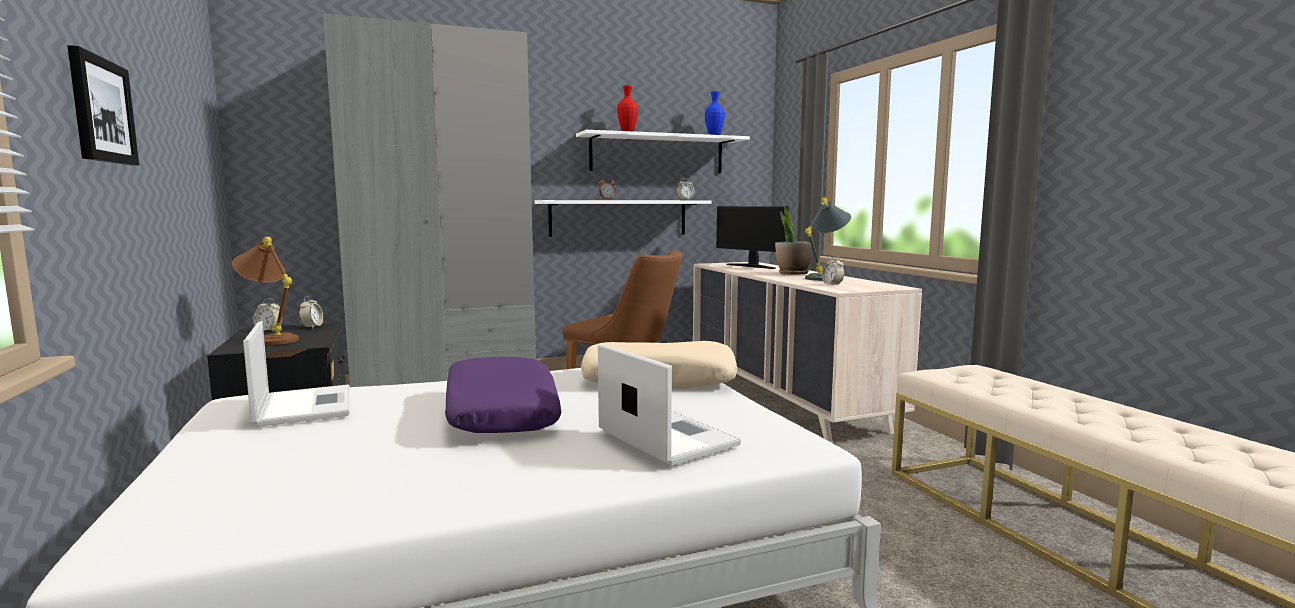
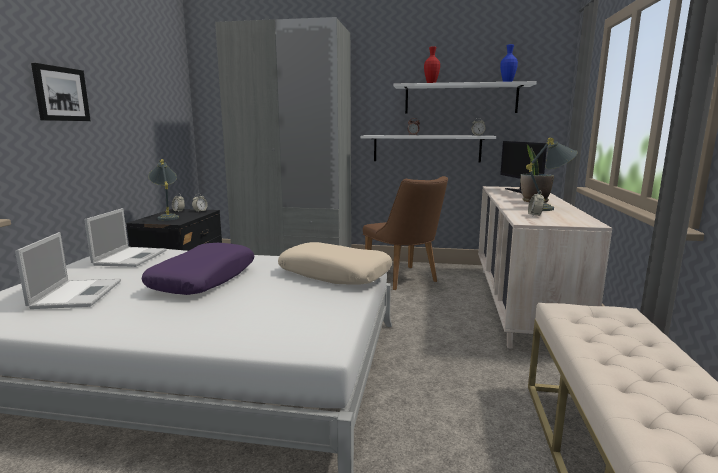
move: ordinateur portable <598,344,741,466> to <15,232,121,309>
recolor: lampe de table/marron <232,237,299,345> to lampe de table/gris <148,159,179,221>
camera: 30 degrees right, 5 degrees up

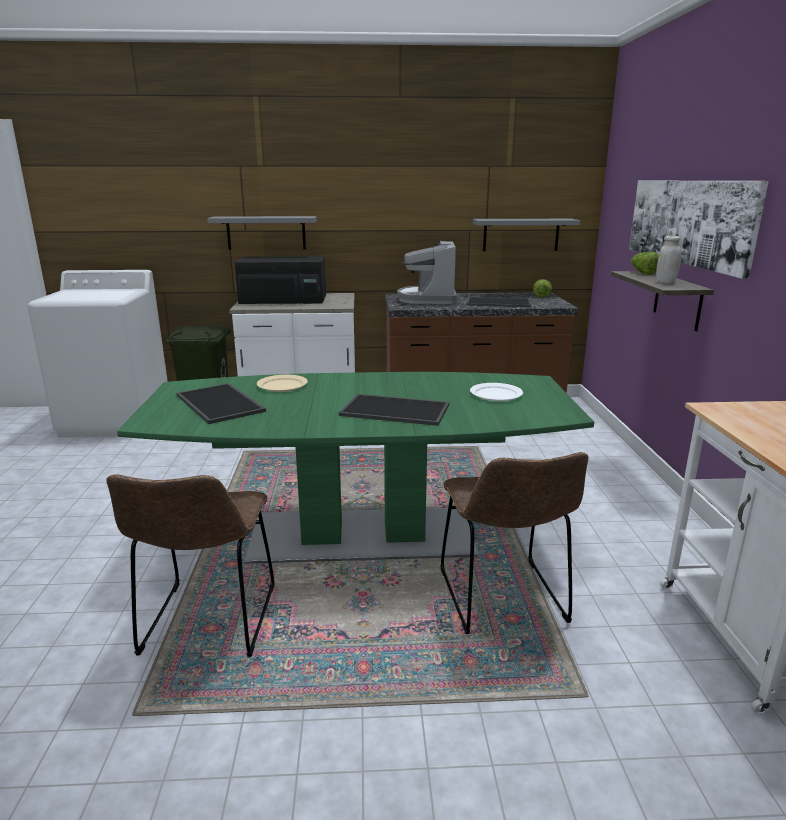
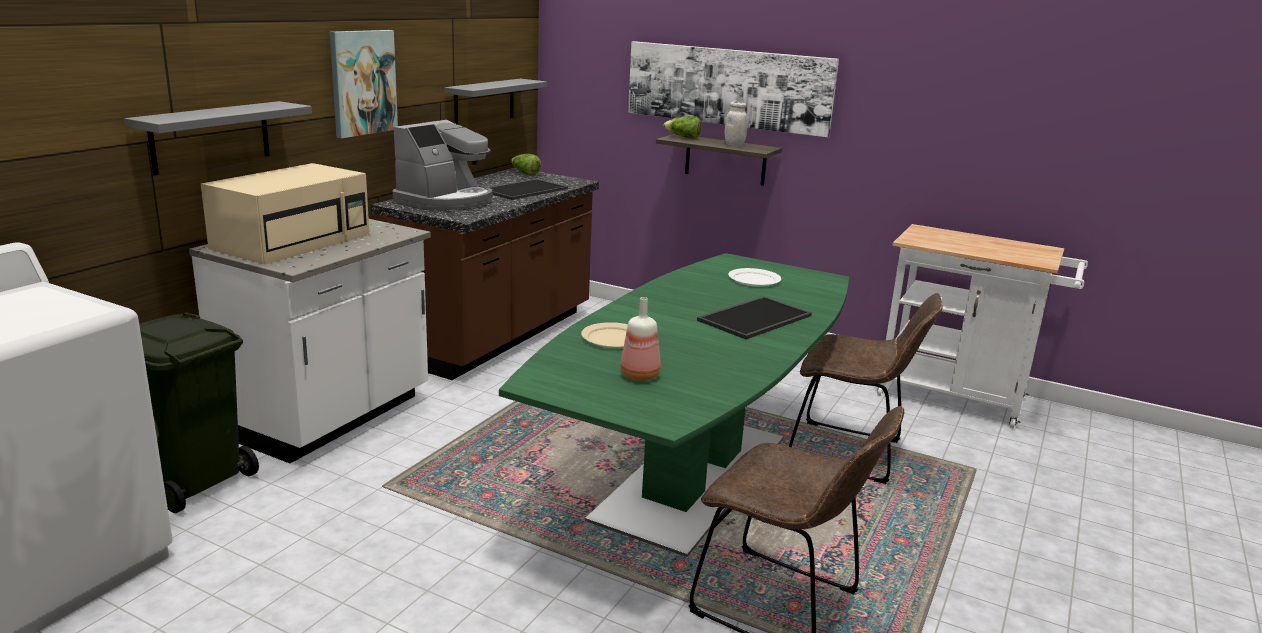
insert: tableau <330,30,398,138>
replace: plateau <177,383,266,424> to bouteille <620,297,661,381>
recolor: micro-ondes/noir <235,256,326,304> to micro-ondes/beige <201,163,369,265>
rotate: machine à café <397,240,457,304> = <393,120,493,210> 90 degrees counterclockwise
camera: 60 degrees left, 0 degrees up

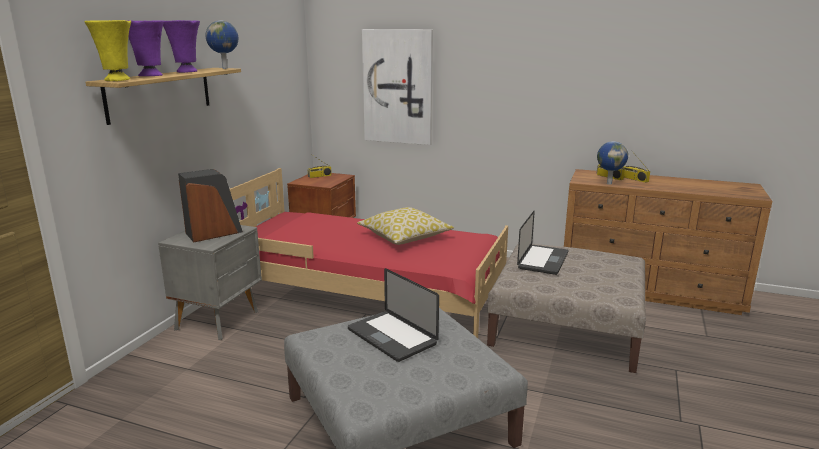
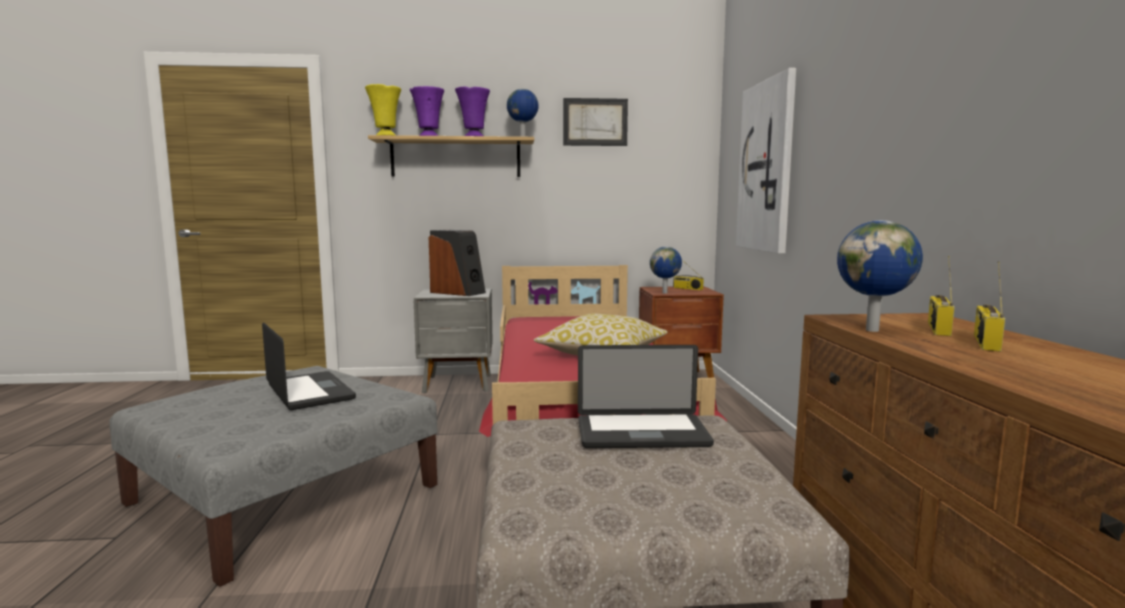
insert: tableau <563,98,628,146>; globe <650,246,682,294>
rotate: ordinateur portable <348,268,439,362> = <262,322,356,410> 120 degrees clockwise
camera: 65 degrees right, 10 degrees down

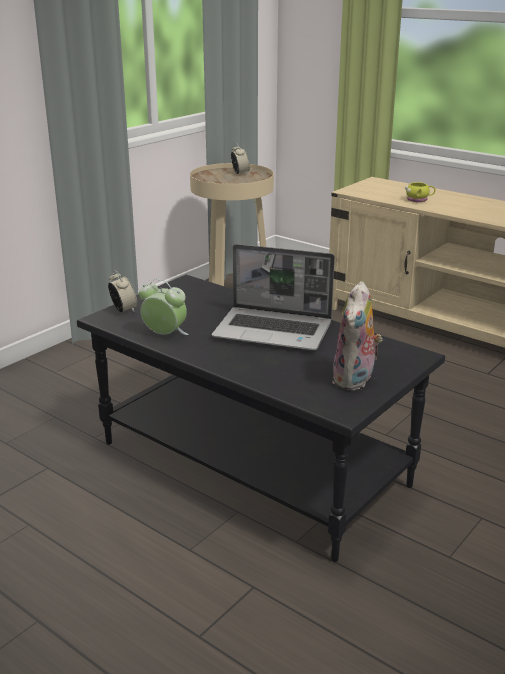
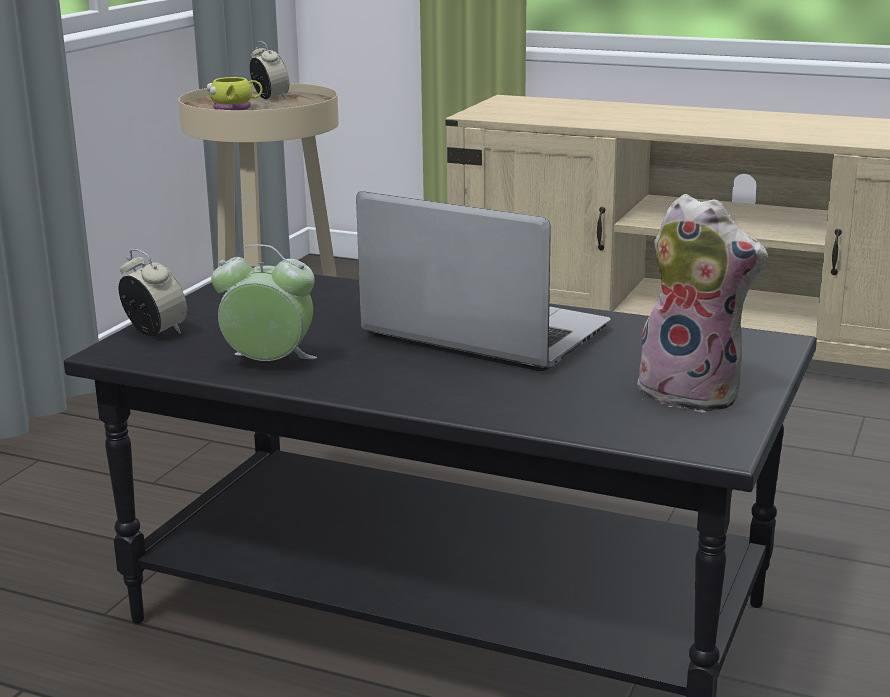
move: mug/jaune <405,182,436,202> to <206,77,263,110>
rotate: ordinateur portable <212,244,335,350> = <356,191,610,371> 150 degrees counterclockwise; peluche <333,281,382,391> = <633,194,767,413> 60 degrees counterclockwise
camera: 15 degrees left, 5 degrees down

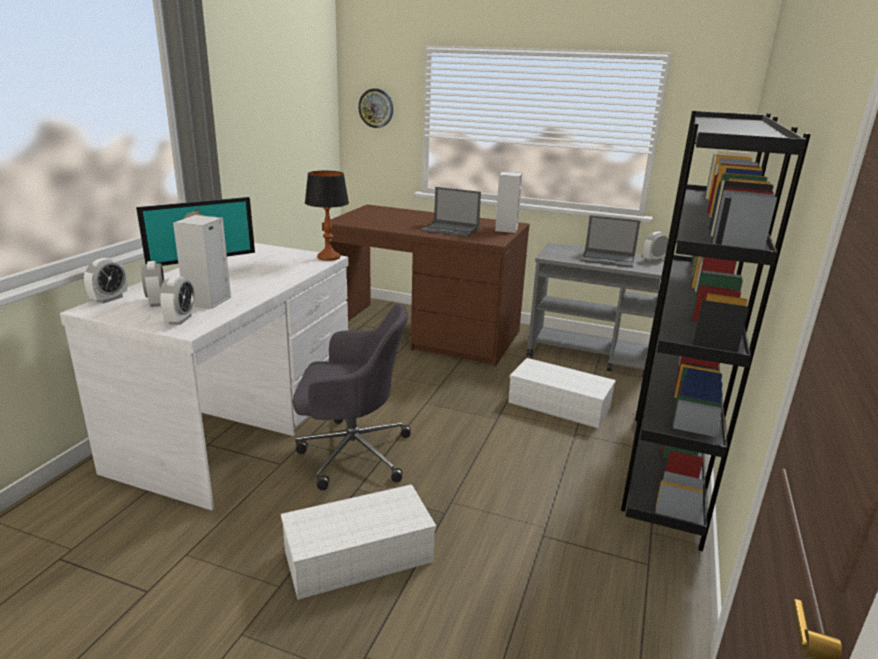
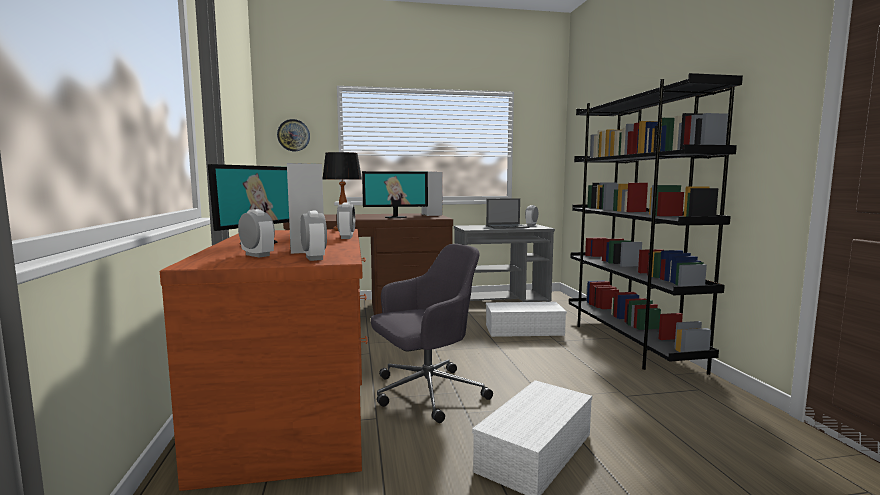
move: réveil <84,258,127,304> to <337,202,355,239>
replace: ordinateur portable <421,187,481,237> to écran d'ordinateur <362,171,428,218>
recolor: bureau/blanc <60,243,349,510> to bureau/marron <160,229,368,491>
camera: 30 degrees left, 15 degrees down

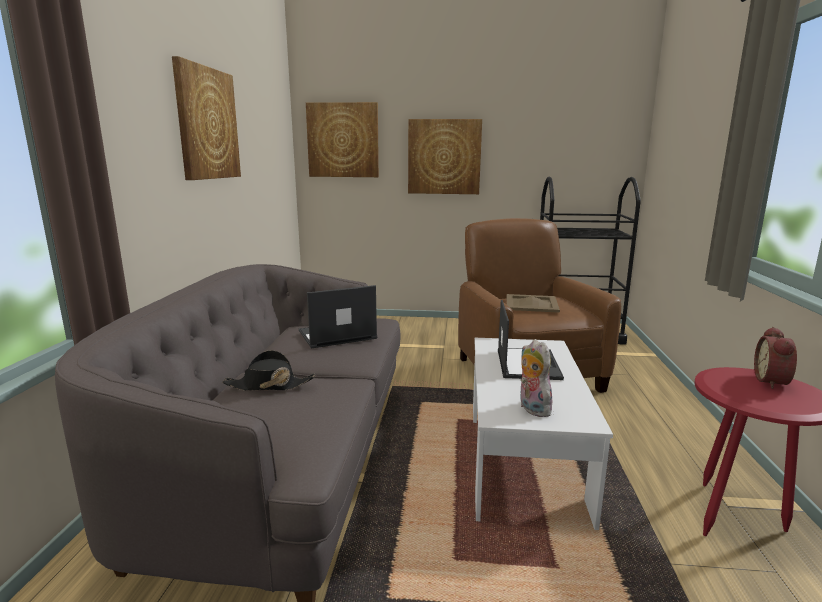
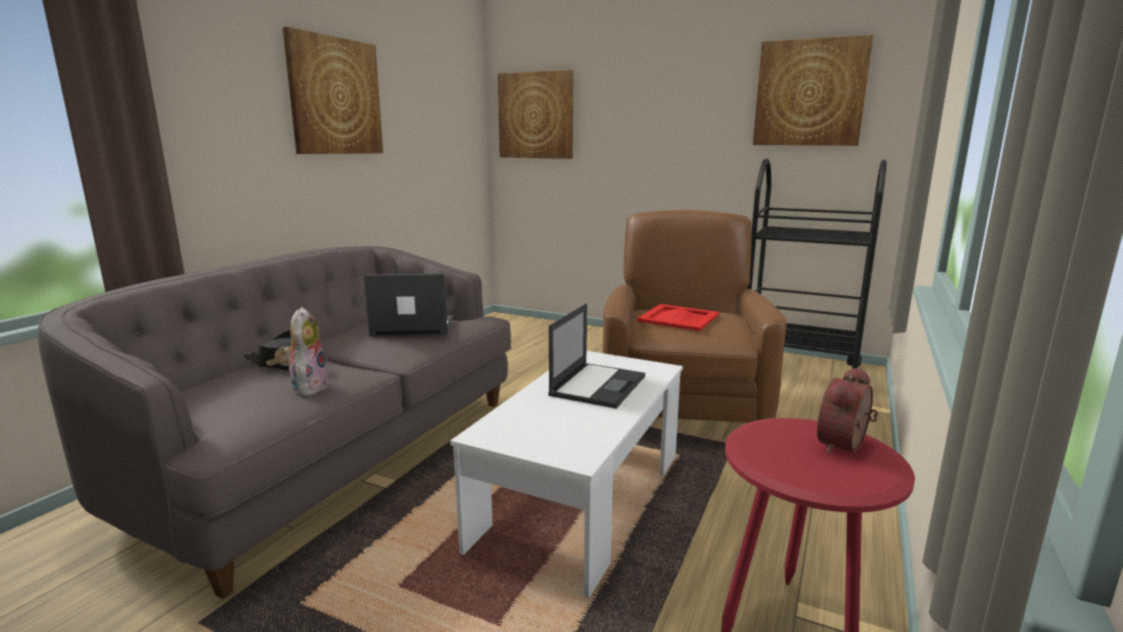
move: peluche <520,339,555,417> to <284,307,329,396>; tableau <408,119,482,194> to <753,35,874,146>
recolor: plateau/beige <507,294,560,313> to plateau/rouge <637,304,719,331>
camera: 20 degrees right, 0 degrees up

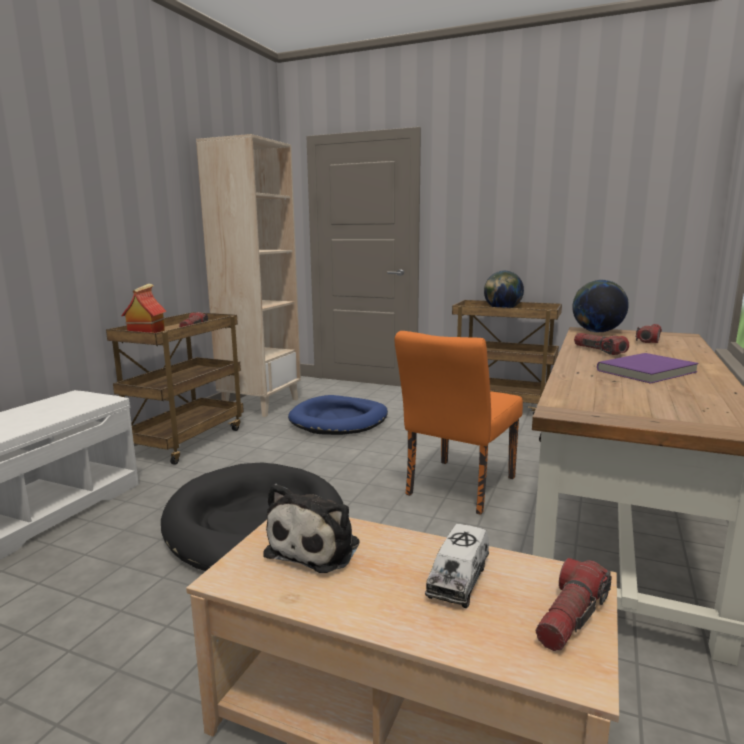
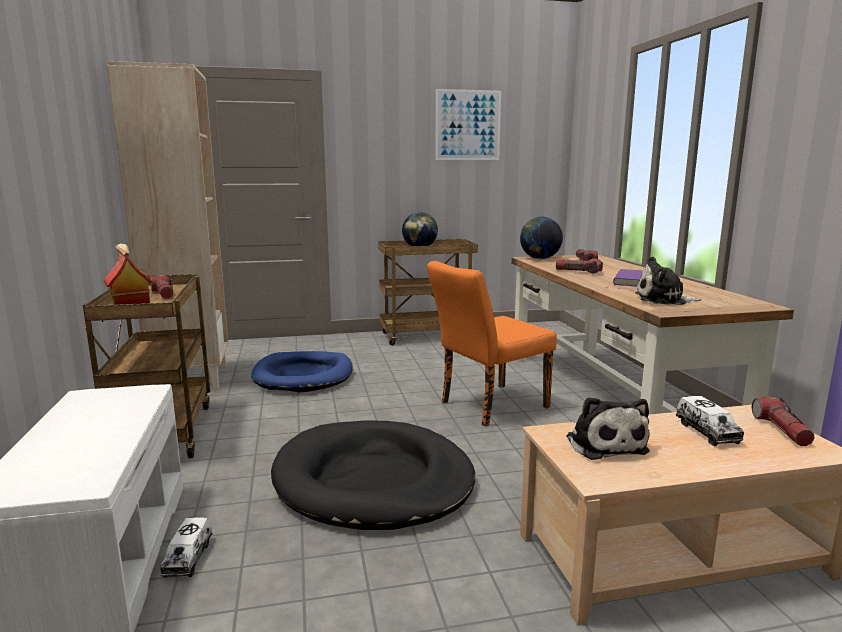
insert: camion jouet <160,517,212,578>; tableau <435,89,501,160>; peluche <635,257,701,305>
rotate: chaise/orange <395,331,523,515> = <427,261,557,426> 60 degrees clockwise
camera: 35 degrees left, 0 degrees up

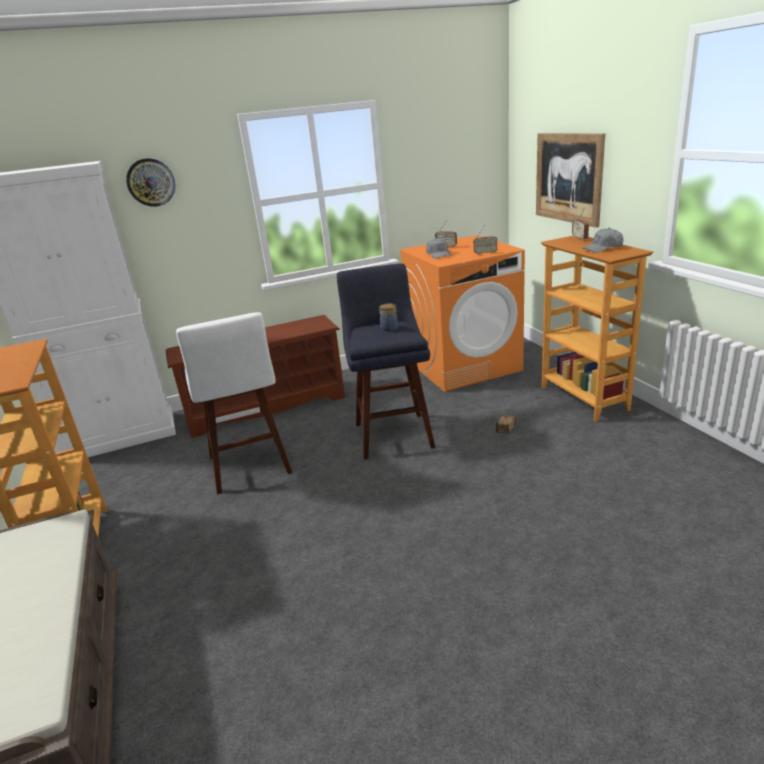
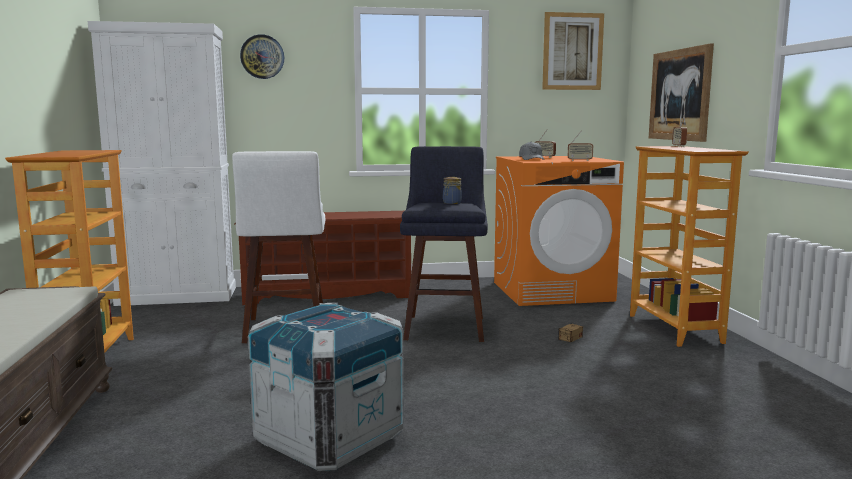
delete: casquette/gris <582,228,623,253>
insert: caisse <248,303,404,471>; tableau <542,12,604,90>
camera: 10 degrees right, 15 degrees down

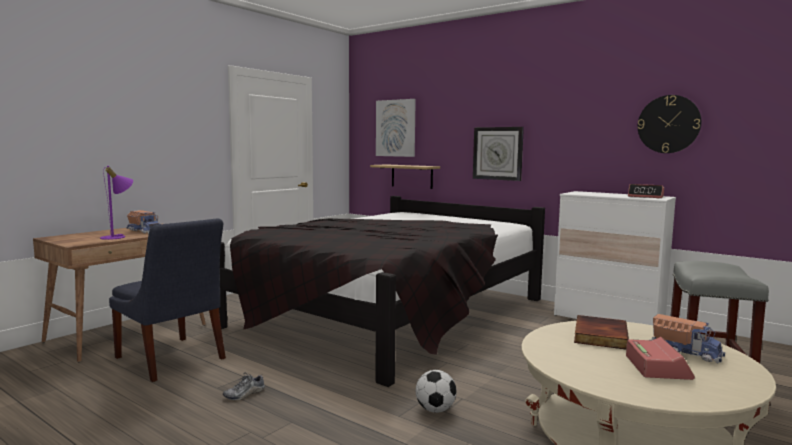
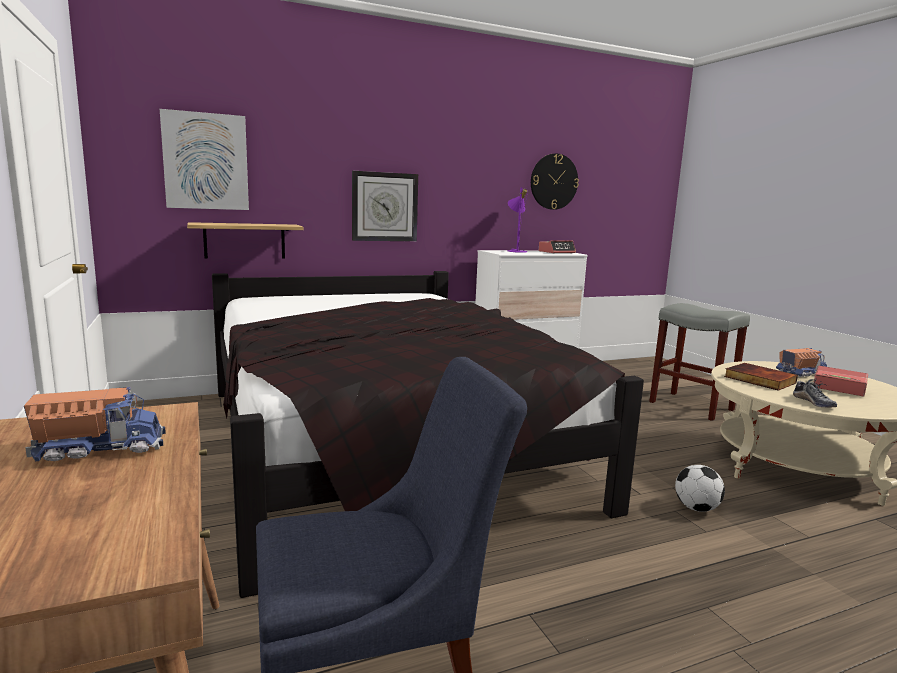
move: lampe de table/violet <100,166,133,240> to <508,188,528,253>; chaussure <223,372,265,400> to <793,378,837,407>
camera: 60 degrees left, 5 degrees up

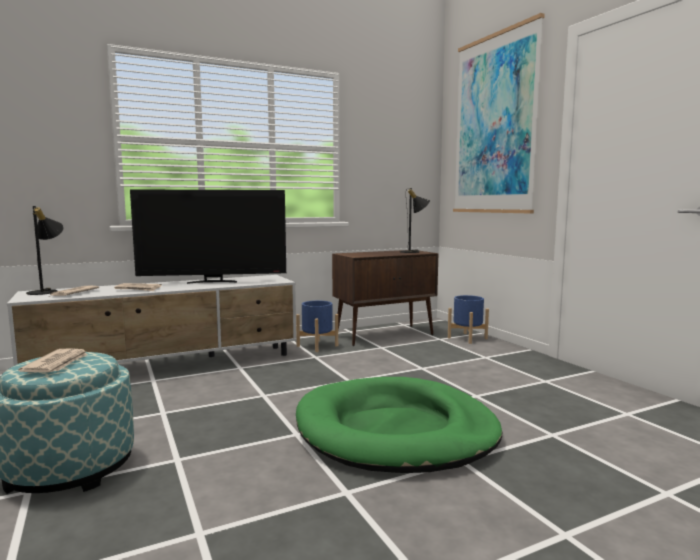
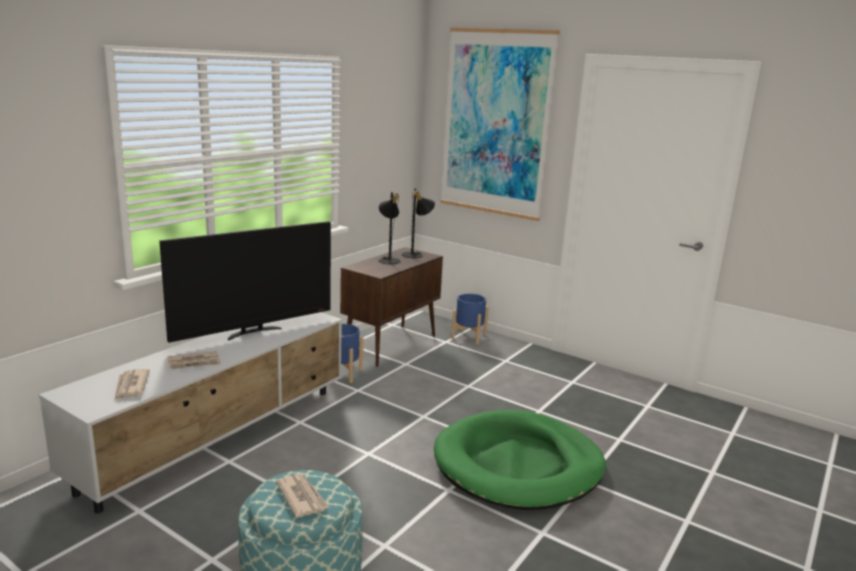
move: lampe de table/noir <26,206,64,295> to <379,192,401,265>
camera: 30 degrees left, 10 degrees up

